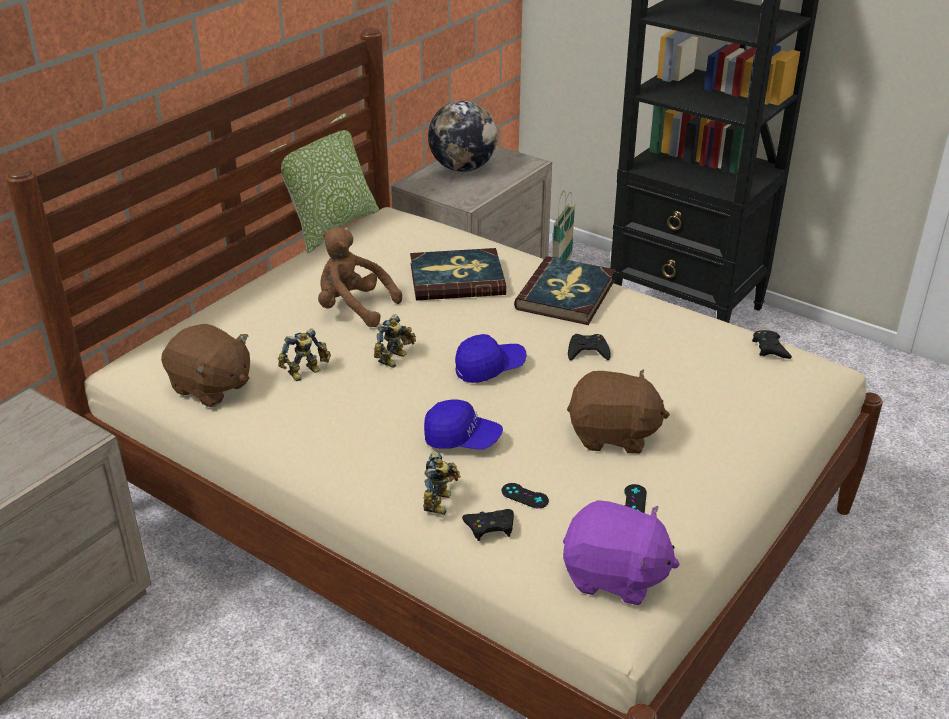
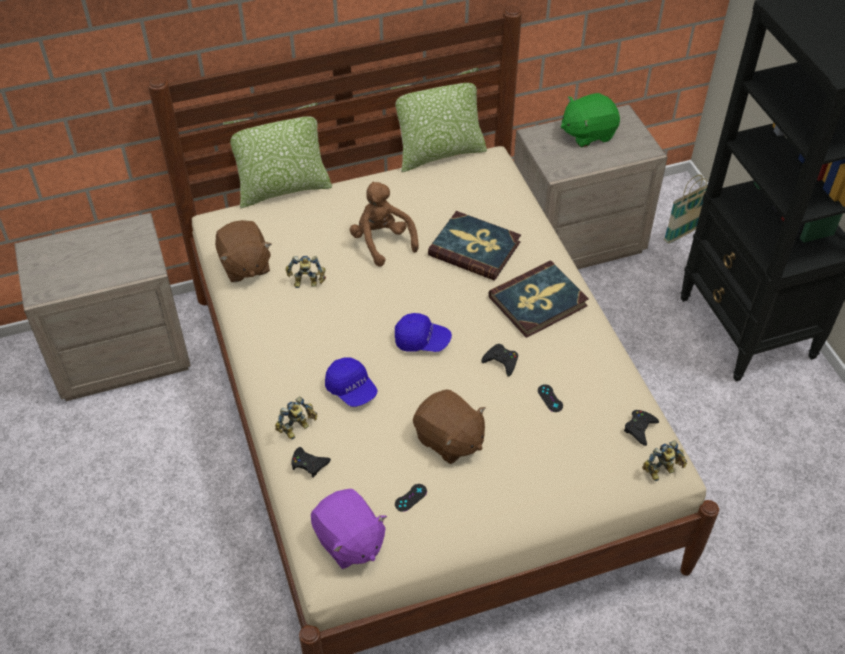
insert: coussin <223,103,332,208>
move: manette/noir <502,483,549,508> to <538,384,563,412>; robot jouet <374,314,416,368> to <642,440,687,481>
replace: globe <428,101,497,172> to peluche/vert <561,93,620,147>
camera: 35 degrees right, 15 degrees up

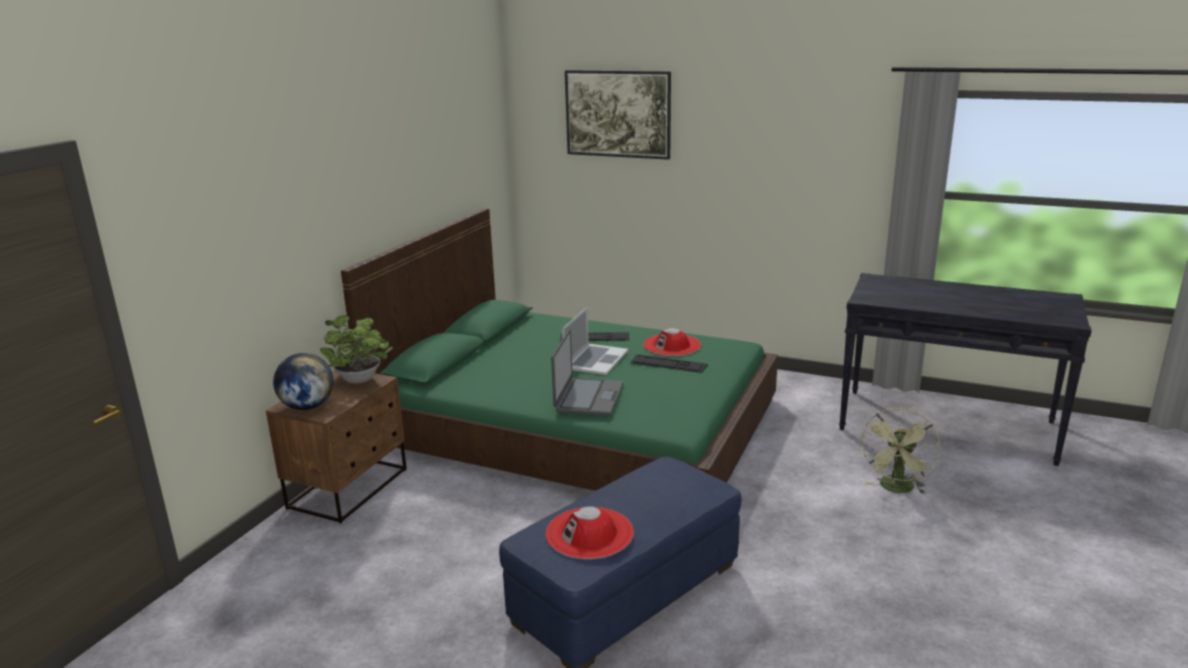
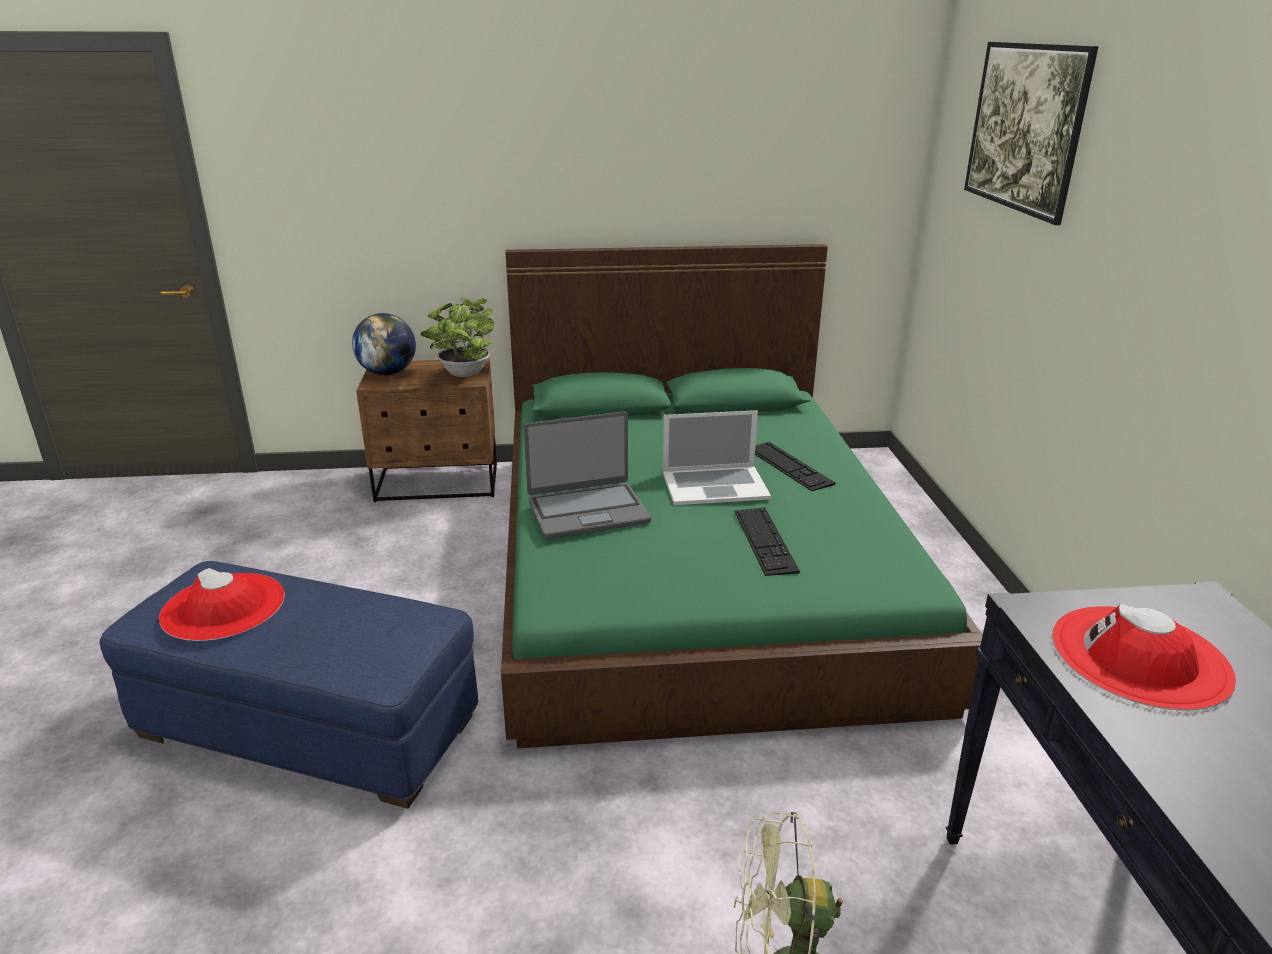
move: chapeau/rouge <644,328,701,356> to <1052,604,1236,710>
camera: 60 degrees right, 5 degrees up

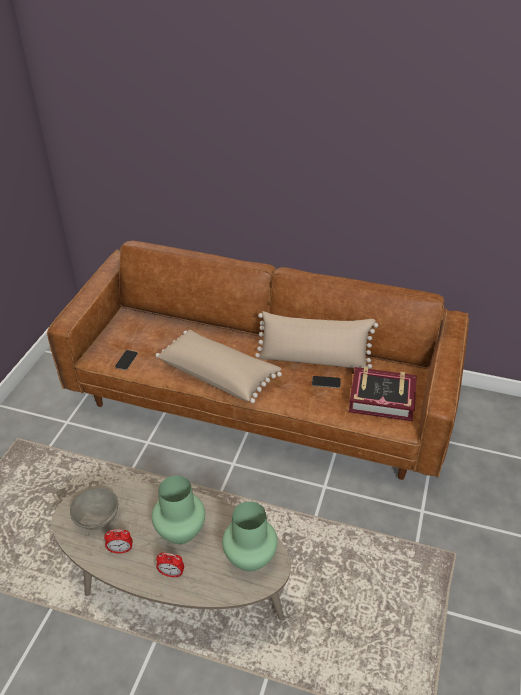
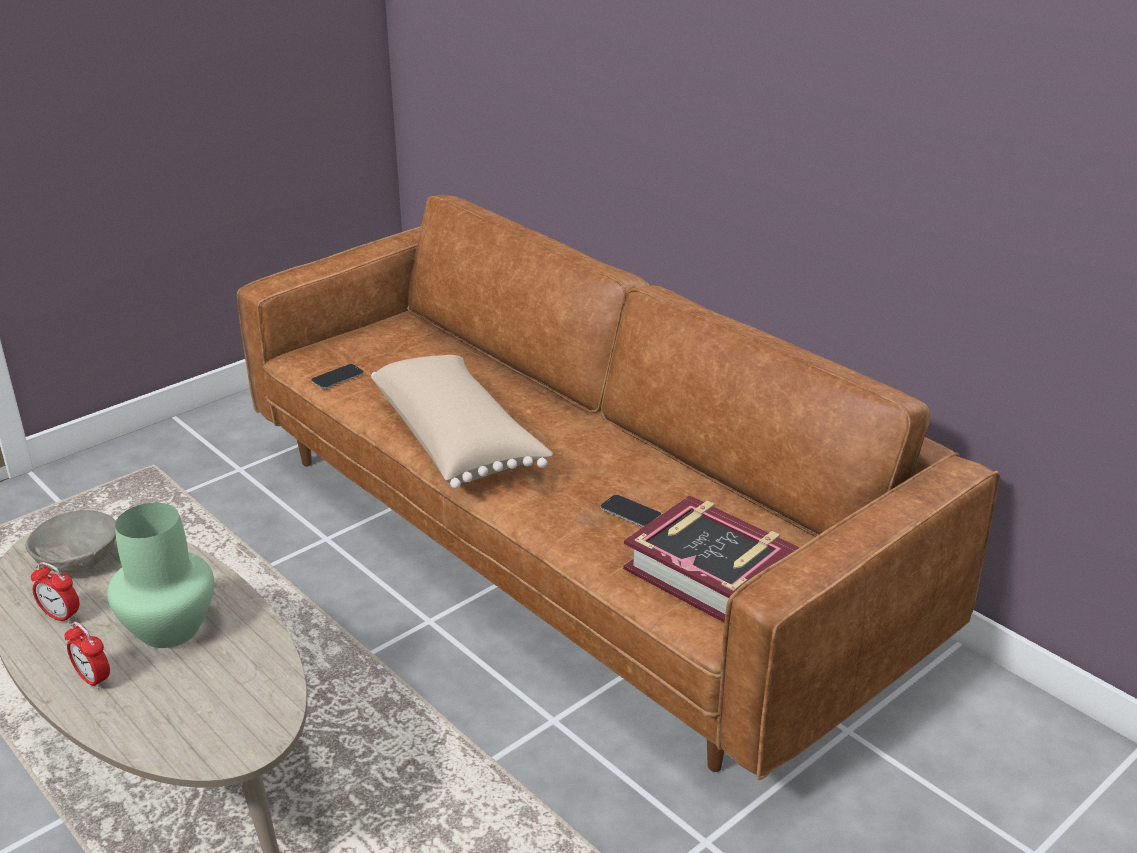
delete: vase/vert <222,501,278,571>; coussin/beige <255,311,378,369>
camera: 30 degrees right, 10 degrees down

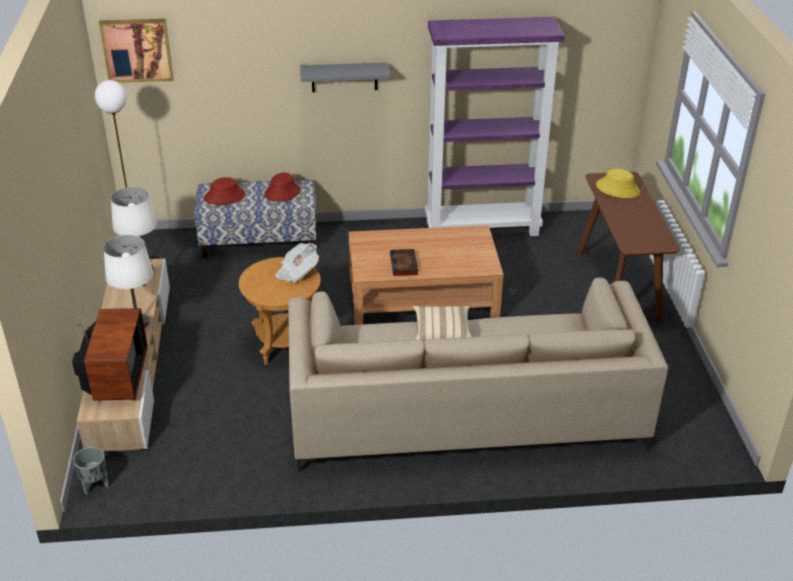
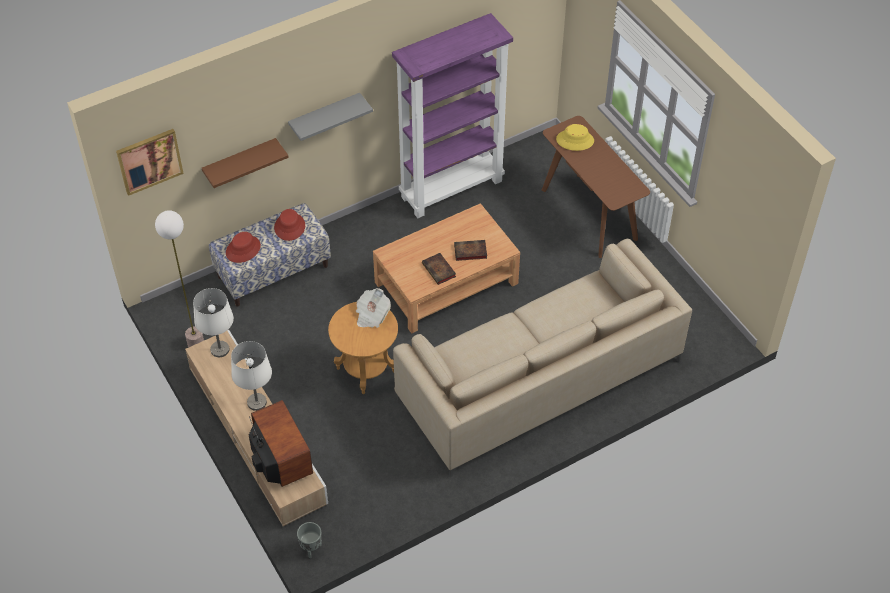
delete: coussin/beige <413,306,472,341>
insert: étagère/marron <202,138,289,188>; livre <454,240,487,261>
camera: 25 degrees left, 15 degrees up

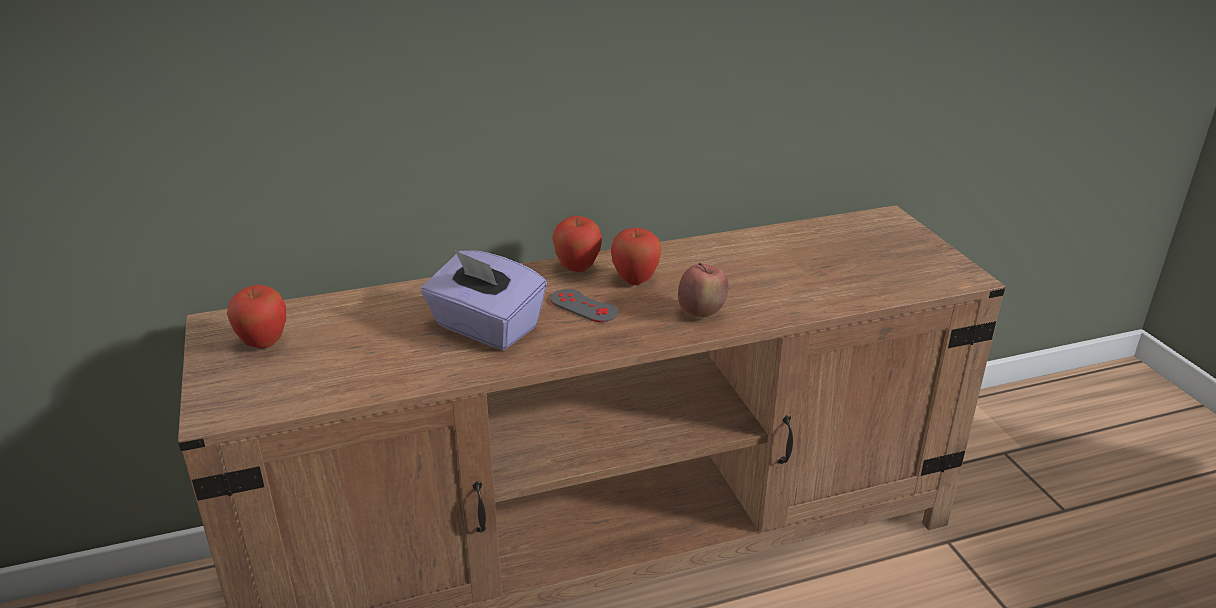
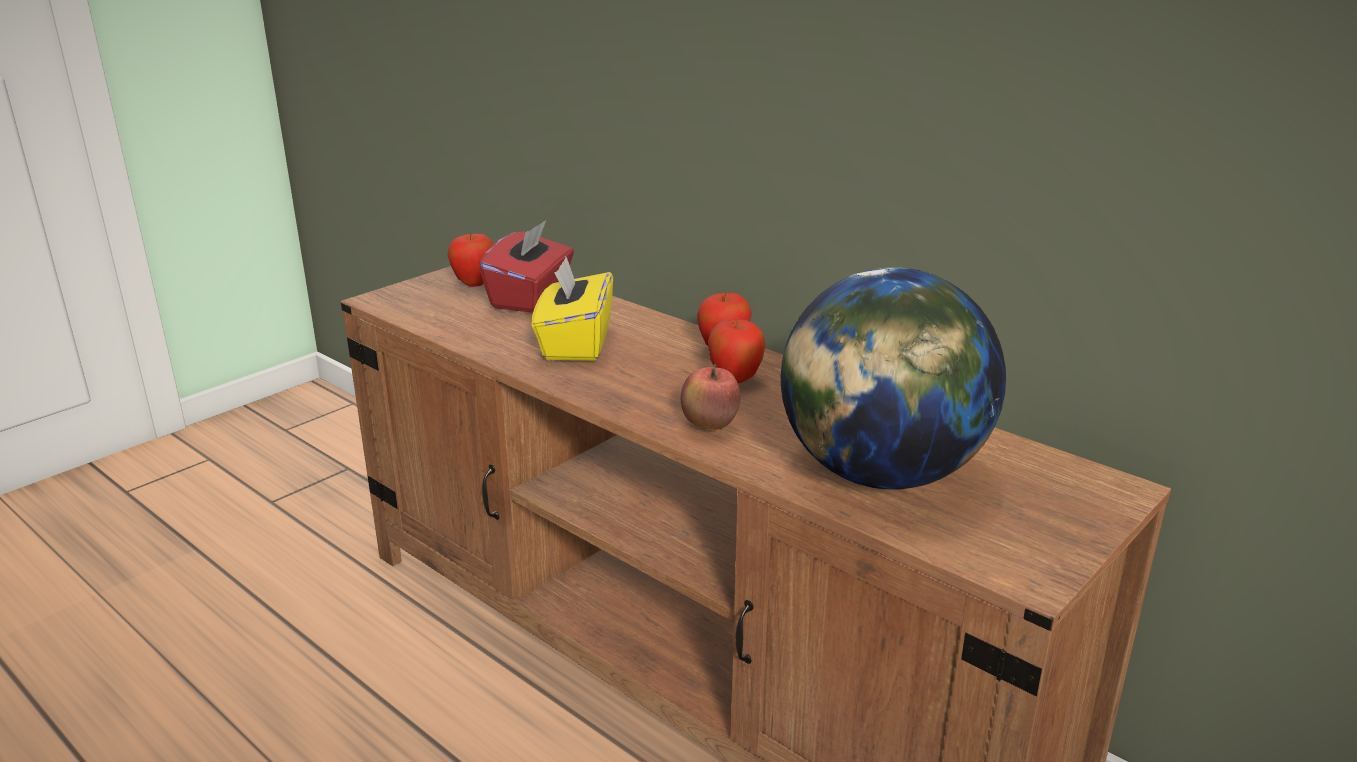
delete: manette/gris <550,289,618,322>
insert: boîte à mouchoirs/rouge <479,220,574,313>; globe <781,267,1006,489>
recolor: boîte à mouchoirs/violet <421,250,547,350> to boîte à mouchoirs/jaune <532,257,613,361>
camera: 60 degrees right, 5 degrees down

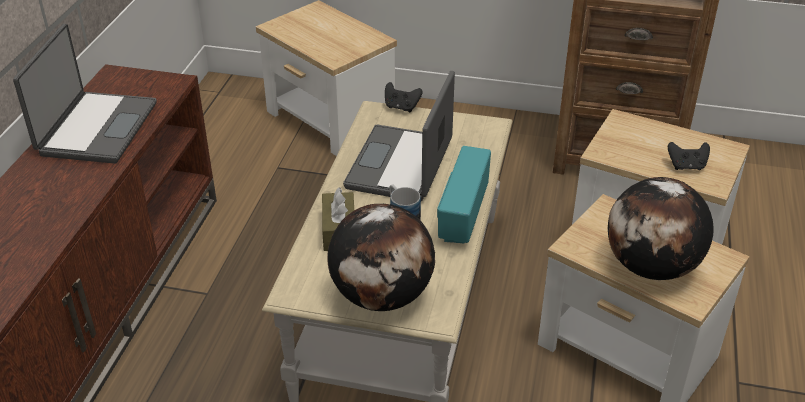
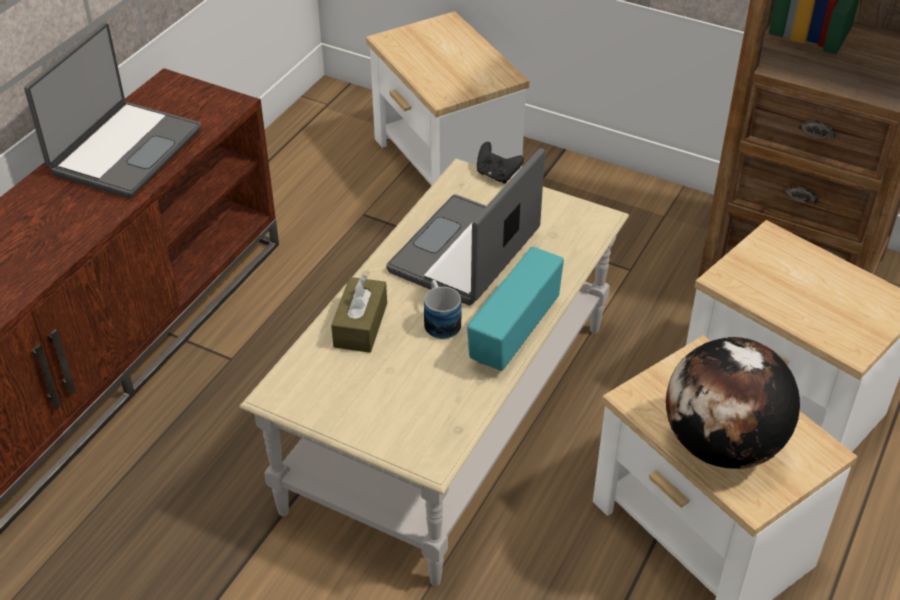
delete: globe <327,204,435,311>; manette/noir <668,142,710,170>
camera: 15 degrees right, 5 degrees up

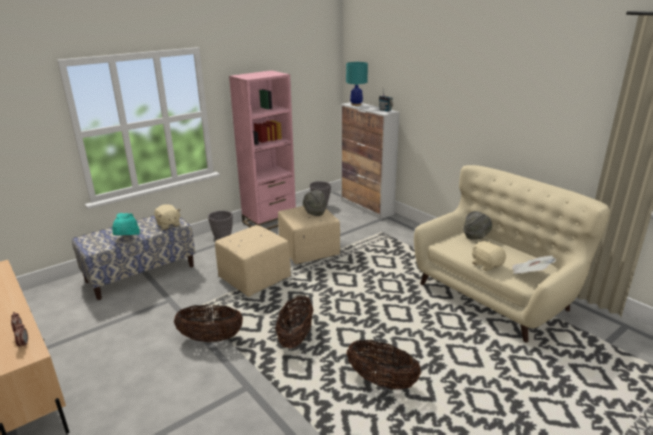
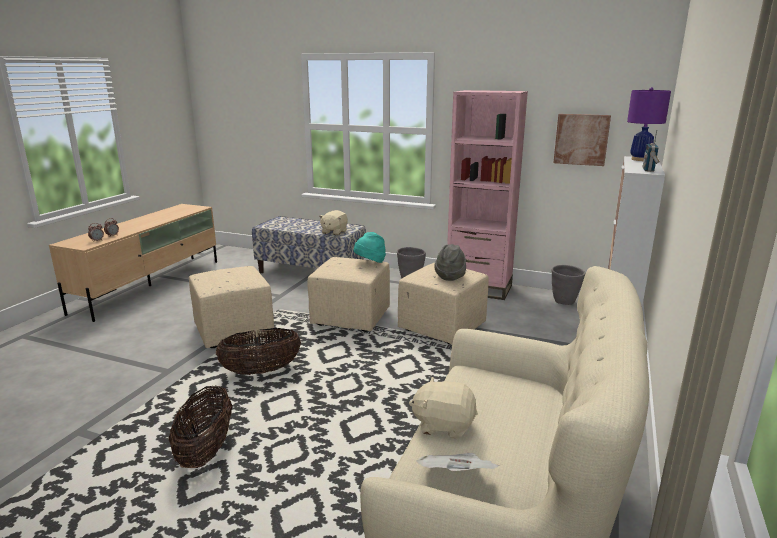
delete: chapeau/gris <463,211,492,240>
insert: tableau <553,114,611,166>
move: chapeau/turquoise <112,213,140,235> to <354,232,386,263>
replace: panier <174,305,243,342> to pouf/beige <189,266,274,348>
recolor: lampe de table/turquoise <346,61,368,106> to lampe de table/violet <627,87,671,161>
rotate: peluche/beige <472,241,506,271> = <409,377,478,439> 105 degrees counterclockwise
camera: 60 degrees right, 5 degrees down

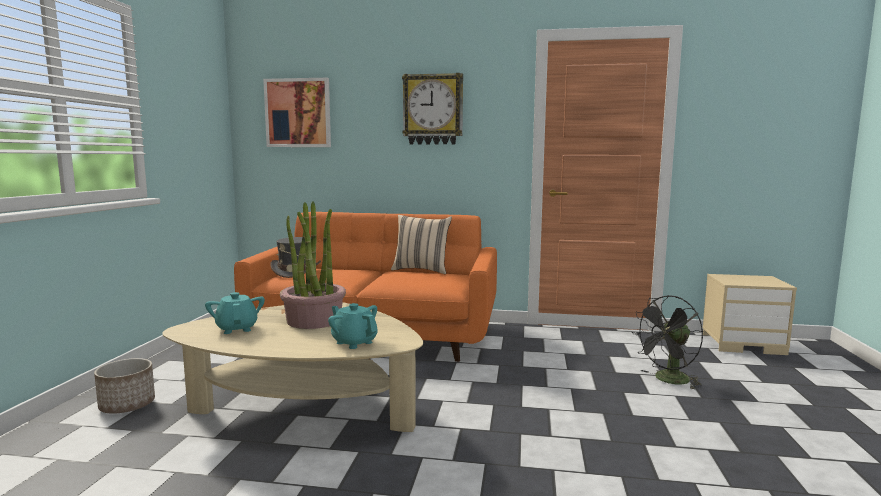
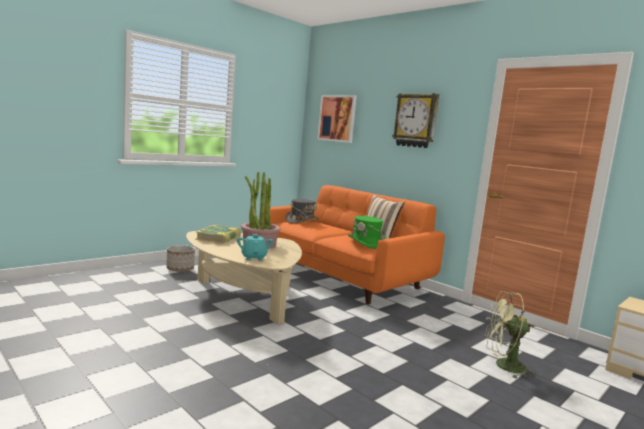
insert: chapeau/vert <348,216,386,249>
replace: théière/turquoise <205,292,265,334> to livre <195,225,241,244>
recolor: ventilateur/noir <632,295,703,390> to ventilateur/vert <485,291,537,379>
camera: 35 degrees right, 0 degrees up

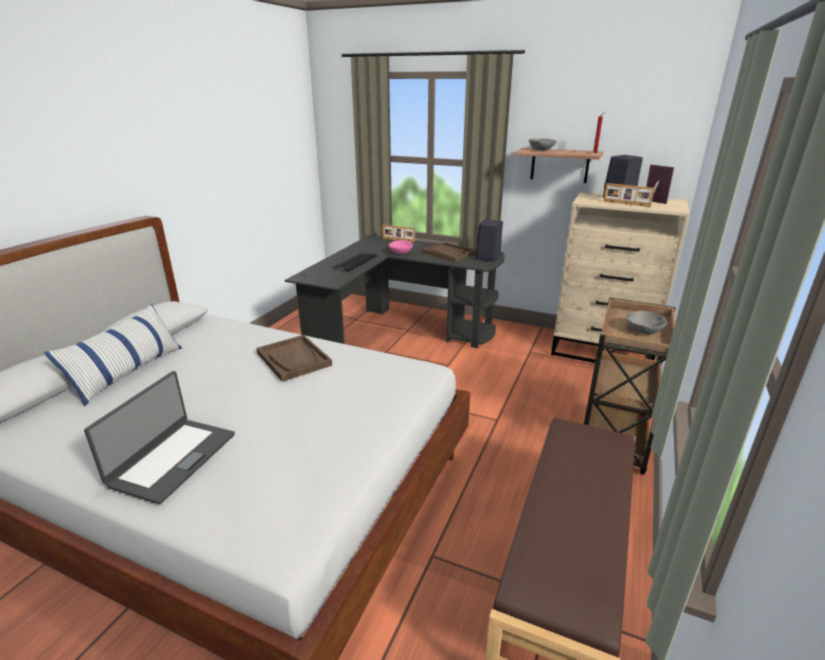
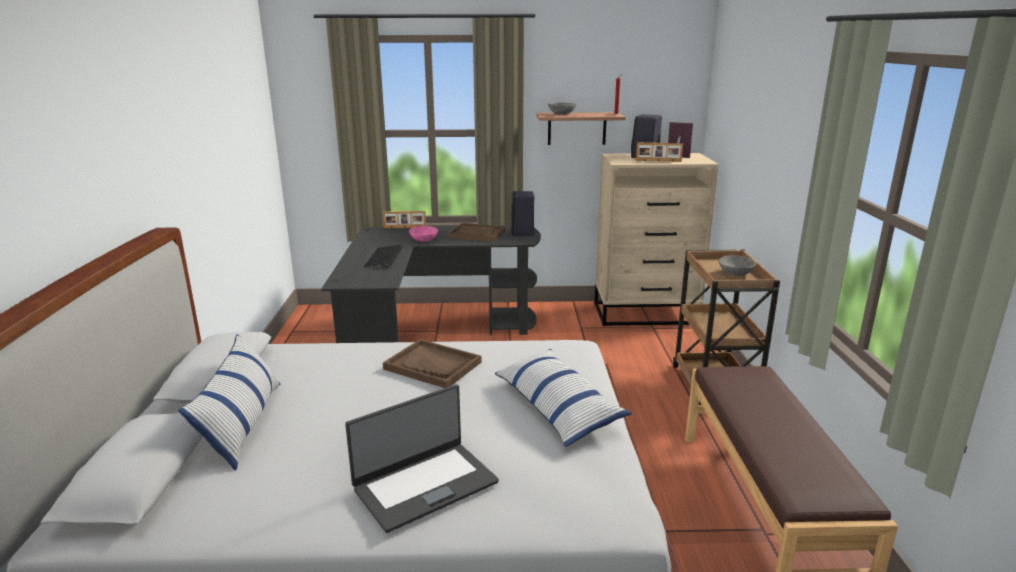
insert: coussin <495,349,632,447>
rotate: ordinateur portable <84,371,235,504> = <345,385,499,533> 60 degrees clockwise
camera: 25 degrees left, 5 degrees down

